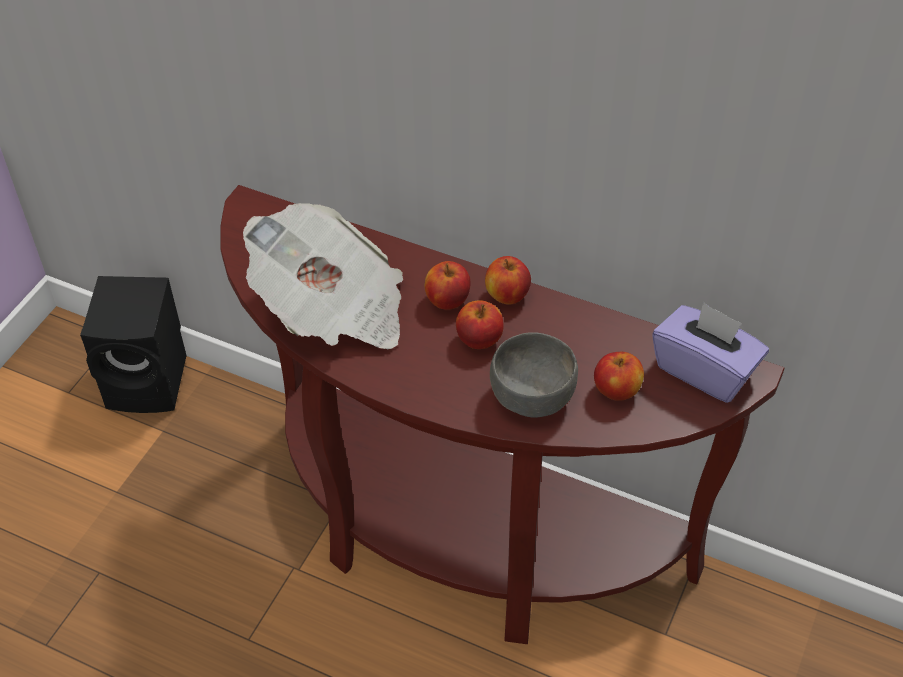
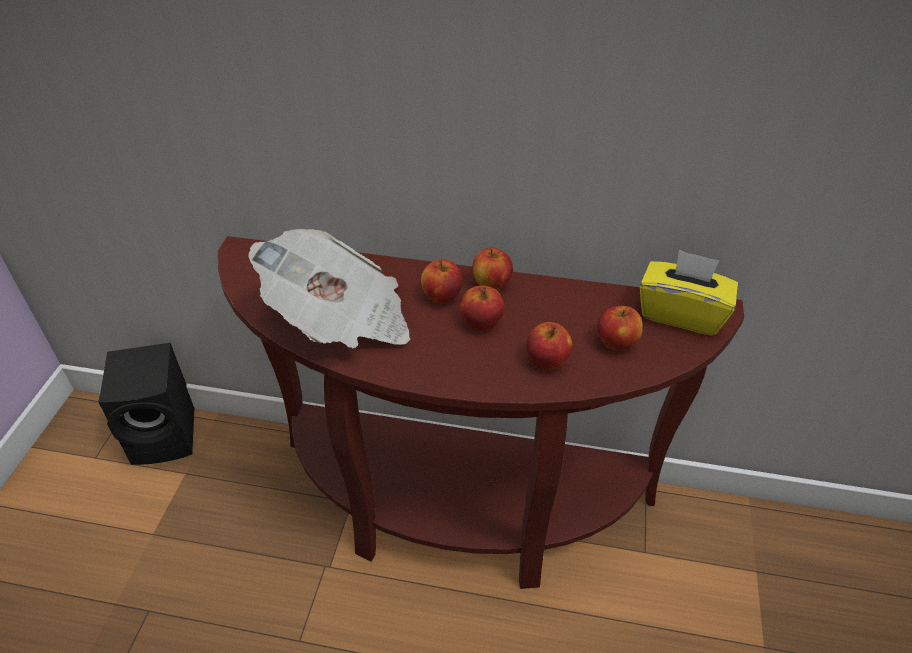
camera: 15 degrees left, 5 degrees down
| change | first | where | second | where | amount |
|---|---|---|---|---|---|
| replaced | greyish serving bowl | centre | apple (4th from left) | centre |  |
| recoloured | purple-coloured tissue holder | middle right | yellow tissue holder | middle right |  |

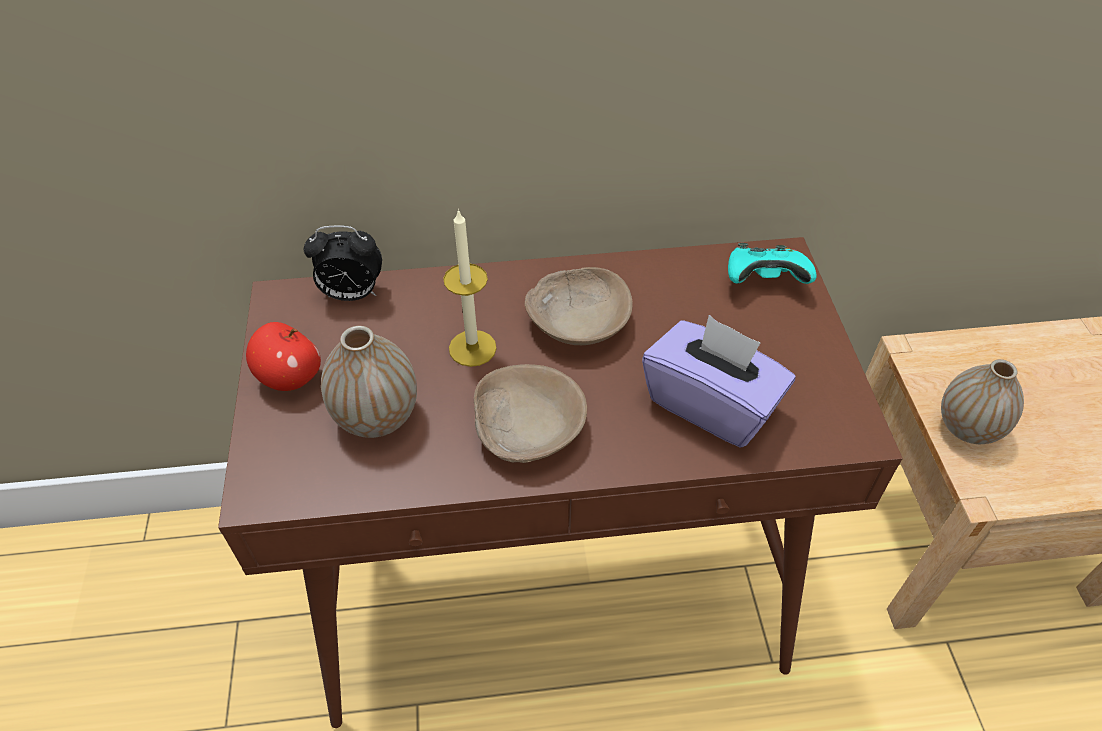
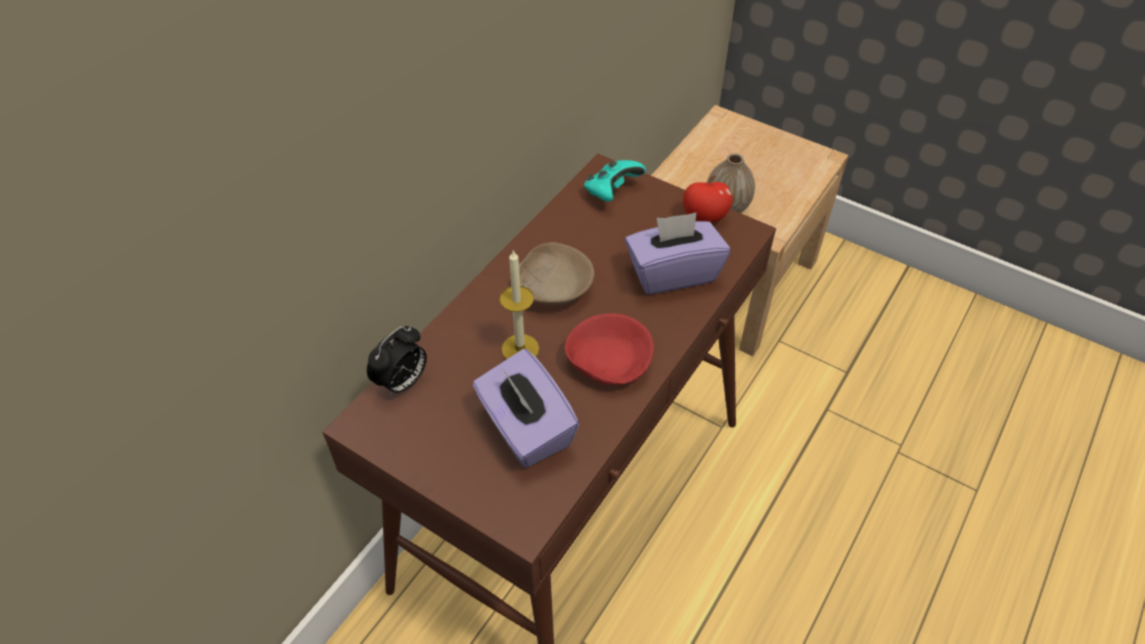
camera: 50 degrees left, 0 degrees up
| change | first | where | second | where | amount |
|---|---|---|---|---|---|
| moved | apple | middle left |  | top centre |  |
| replaced | flower vase (1st from left) | centre | purple-coloured tissue holder (1st from left) | centre |  |
| recoloured | beige-coloured serving bowl (1st from left) | centre | red serving bowl | centre |  |

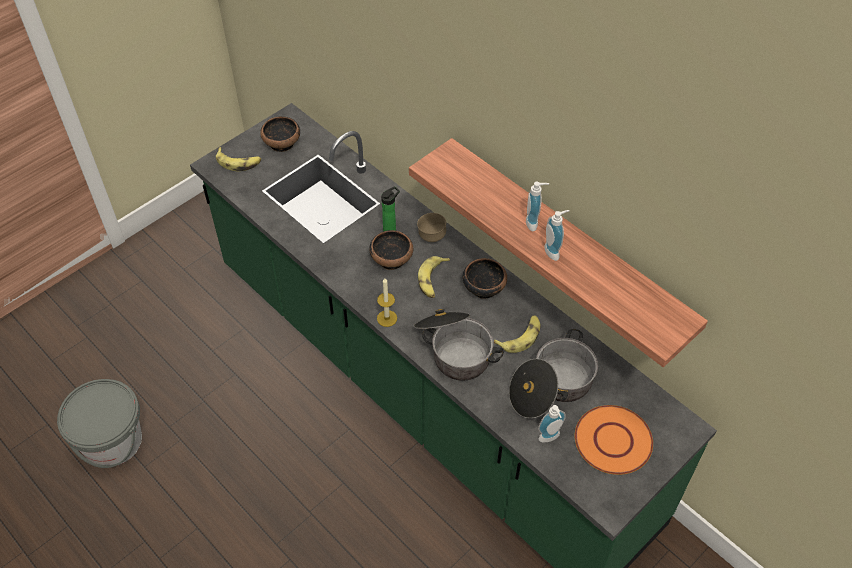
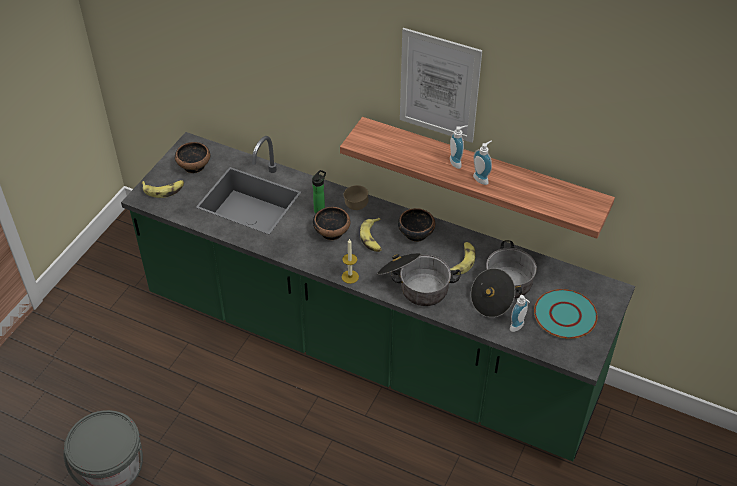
camera: 20 degrees left, 5 degrees down
| change | first | where | second | where | amount |
|---|---|---|---|---|---|
| added |  |  | wall picture | top centre |  |
| recoloured | orangey dinner plate | bottom right | turquoise dinner plate | middle right |  |

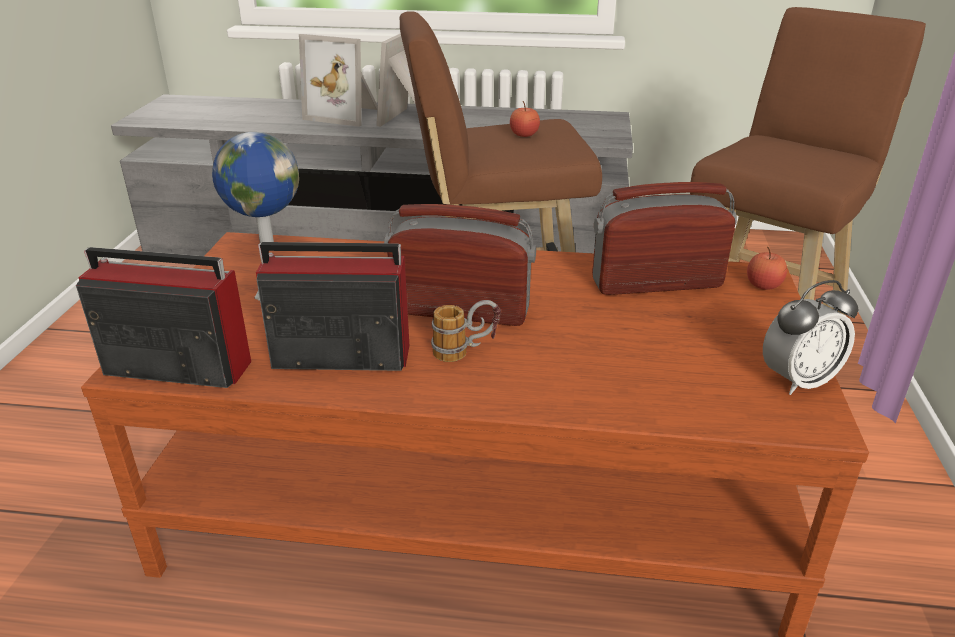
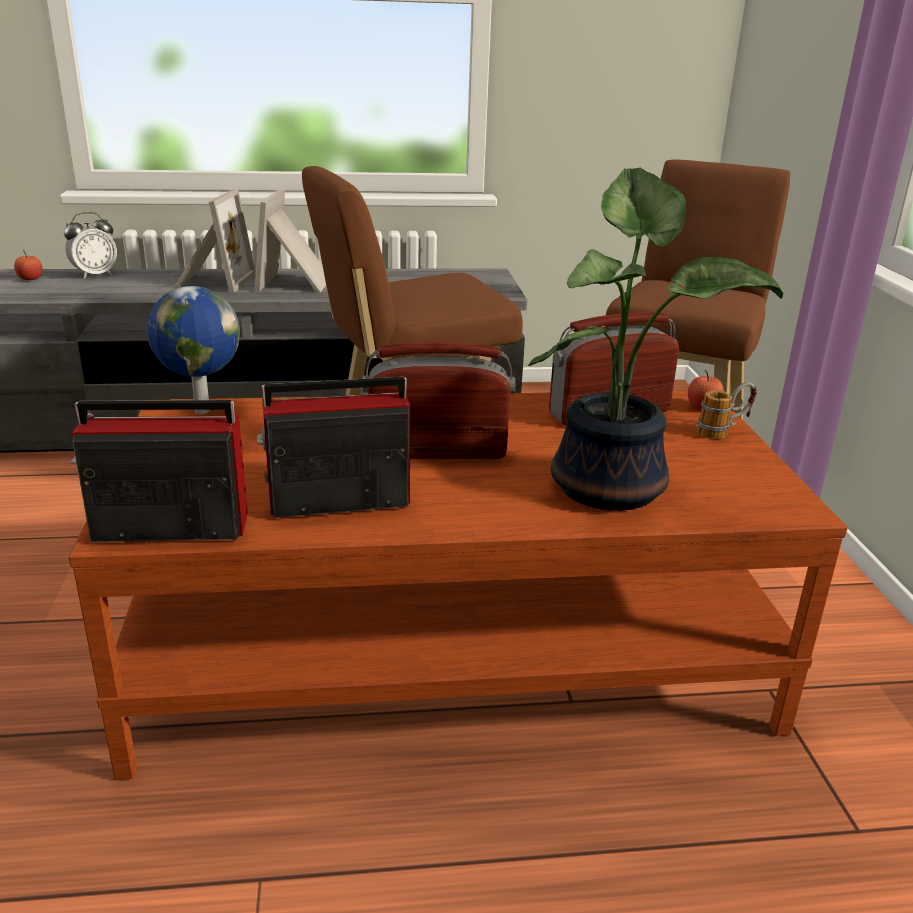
camera: 15 degrees left, 5 degrees down
| change | first | where | second | where | amount |
|---|---|---|---|---|---|
| added |  |  | plant in a pot | middle right |  |
| moved | tea mug | centre |  | middle right |  |
| moved | apple (1st from left) | top centre |  | top left |  |
| moved | alarm clock | middle right |  | top left |  |
| turned | photo frame (1st from left) | top centre |  | top left | 90 degrees counterclockwise |

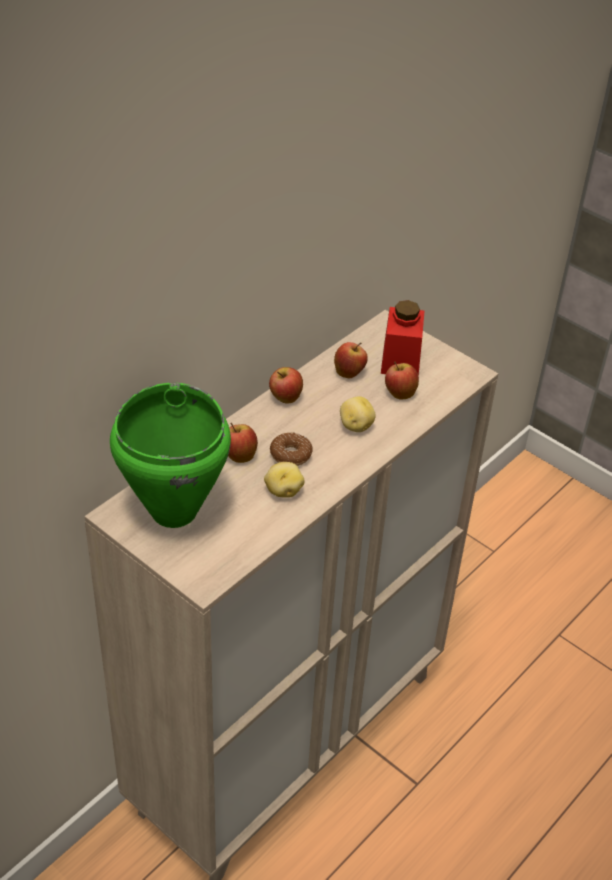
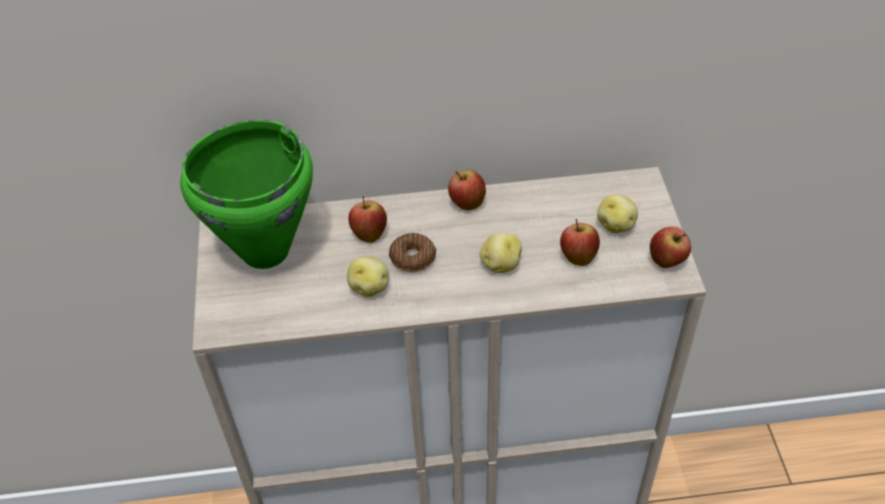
camera: 45 degrees right, 5 degrees up
| change | first | where | second | where | amount |
|---|---|---|---|---|---|
| moved | apple (3rd from left in the first image) | centre | apple (4th from left) | middle right |  |
| replaced | red jar | centre | spud (3rd from left) | middle right |  |

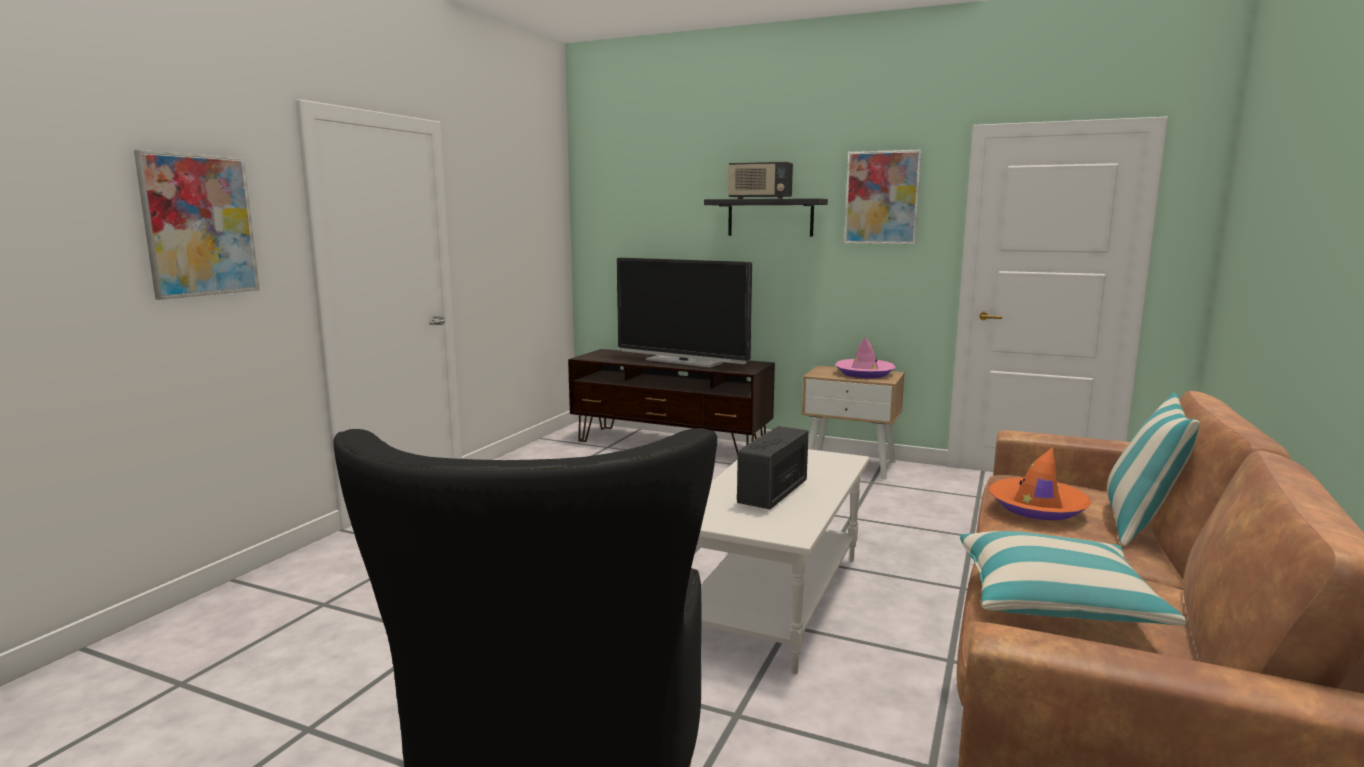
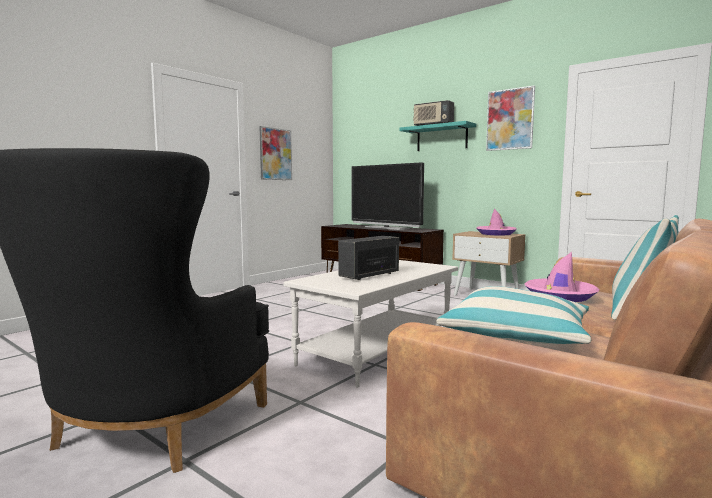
camera: 15 degrees right, 5 degrees down
| change | first | where | second | where | amount |
|---|---|---|---|---|---|
| moved | wall picture (1st from left) | top left |  | top centre |  |
| recoloured | blackish wall shelf | top centre | turquoise wall shelf | top centre |  |
| recoloured | orangey hat | middle right | pink-coloured hat (2nd from left) | middle right |  |

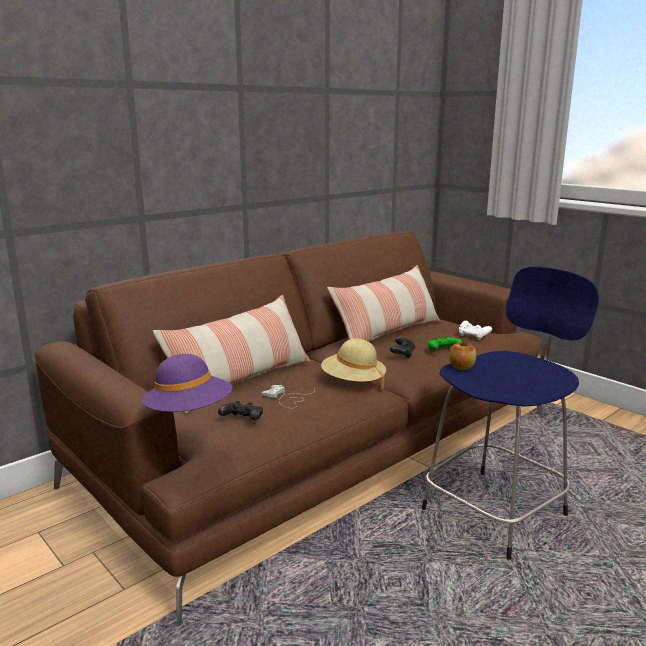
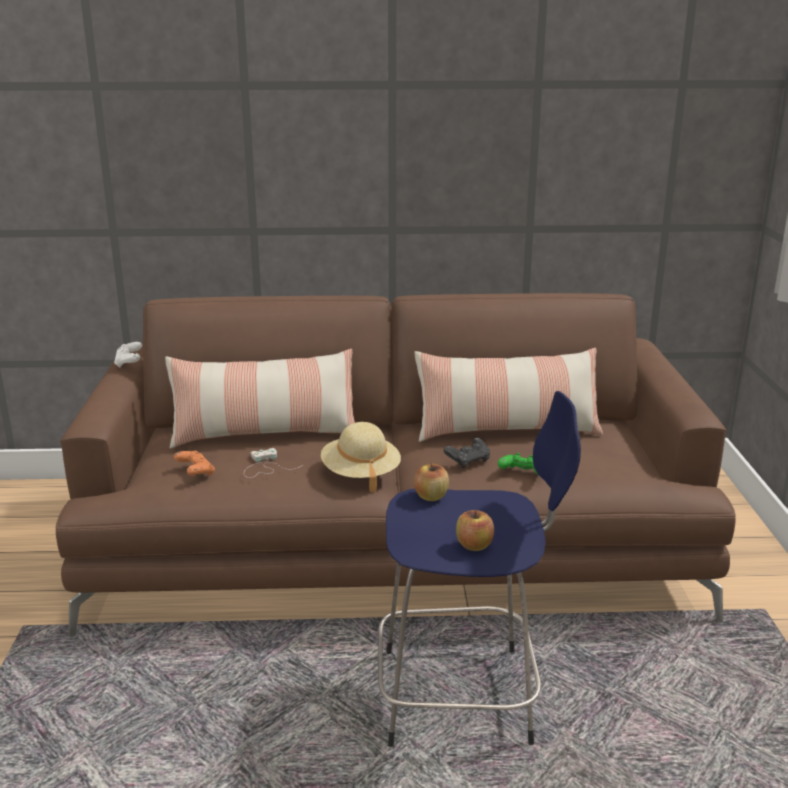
camera: 40 degrees right, 5 degrees up
| change | first | where | second | where | amount |
|---|---|---|---|---|---|
| removed | purple-coloured hat | middle left |  |  |  |
| added |  |  | apple (2nd from left) | bottom centre |  |
| moved | white game controller (2nd from left in the first image) | middle right | white game controller (1st from left) | middle left |  |
| recoloured | blackish game controller (1st from left) | centre | orangey game controller | middle left |  |

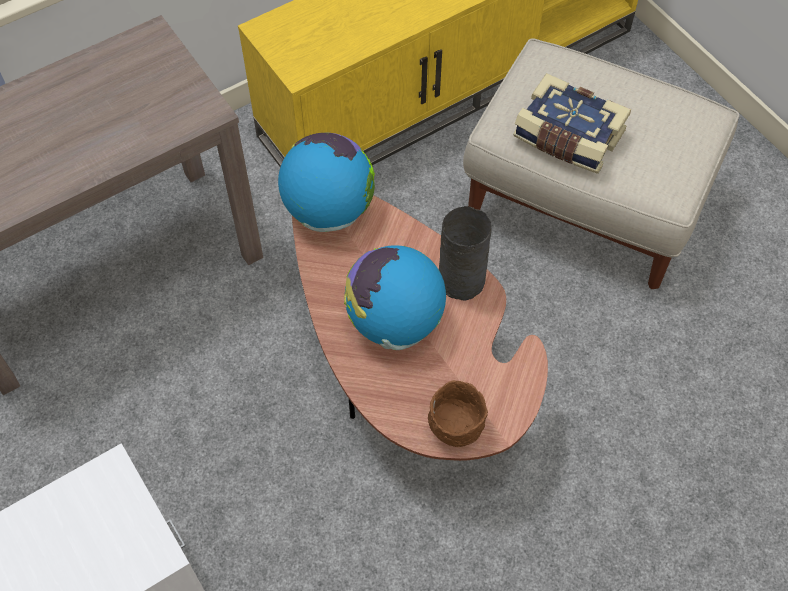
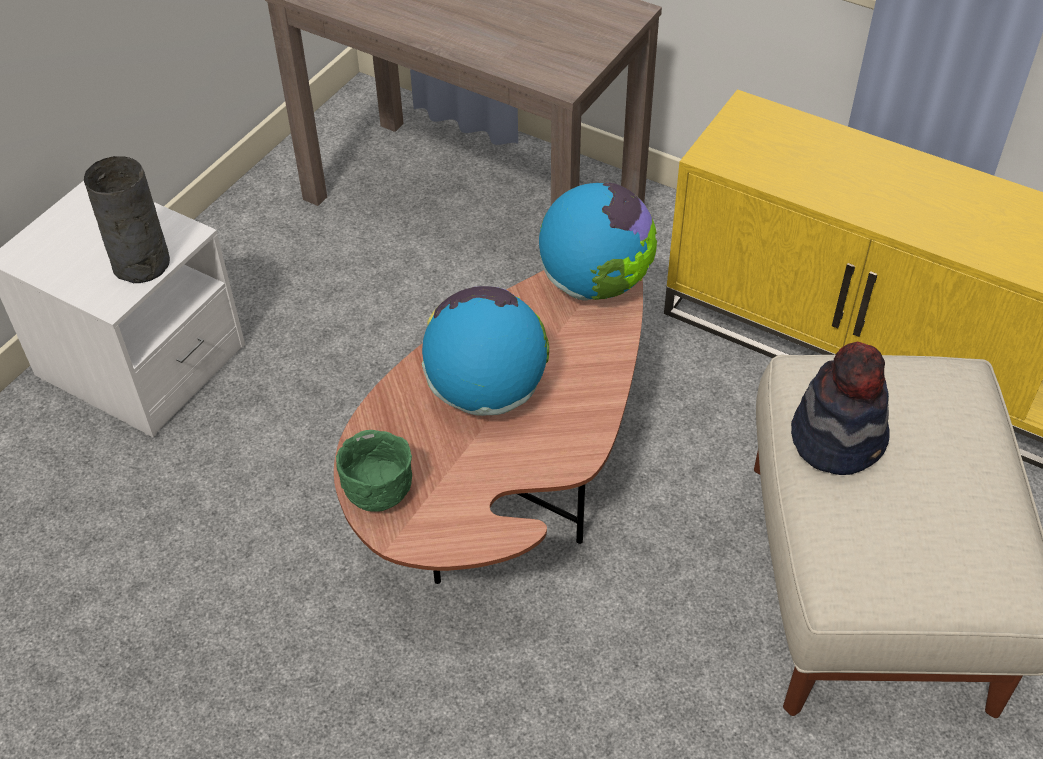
camera: 65 degrees right, 10 degrees down
| change | first | where | second | where | amount |
|---|---|---|---|---|---|
| moved | greyish flower vase | centre |  | top left |  |
| replaced | book | top right | hat | middle right |  |
| recoloured | brown-coloured serving bowl | bottom centre | greenish serving bowl | centre |  |

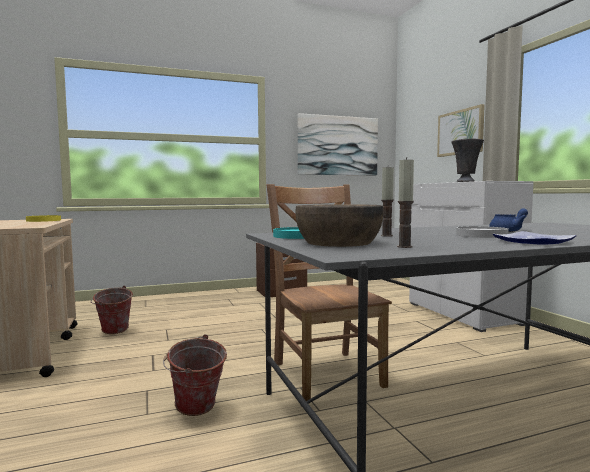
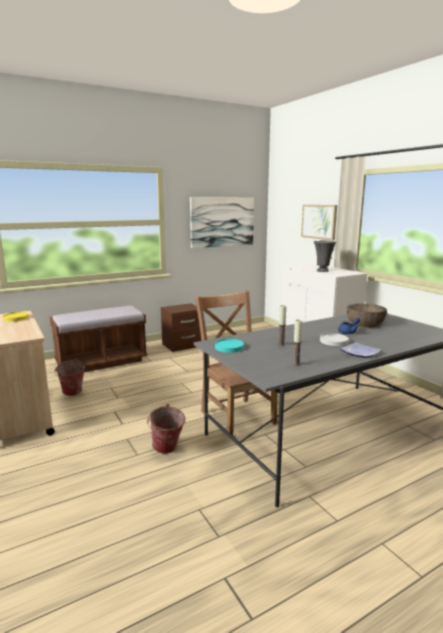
camera: 10 degrees left, 10 degrees up
| change | first | where | second | where | amount |
|---|---|---|---|---|---|
| added |  |  | brown-coloured indoor bench | middle left |  |
| moved | brown-coloured serving bowl | centre |  | middle right |  |

